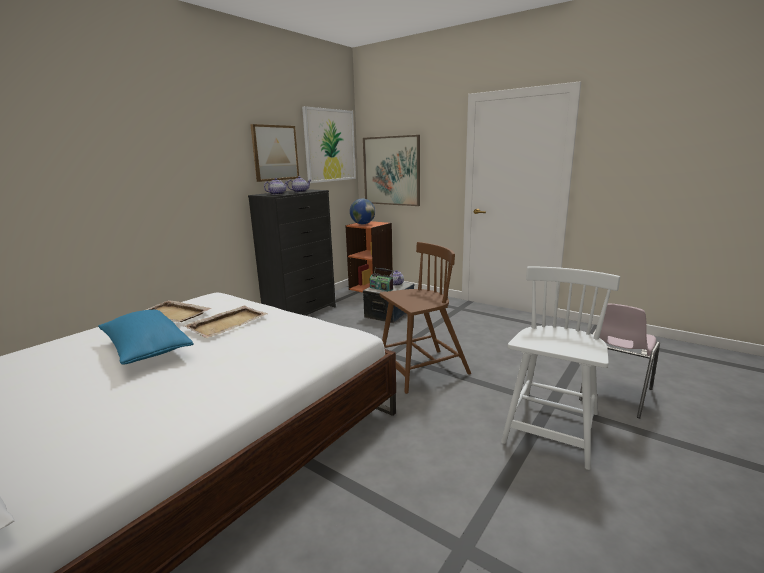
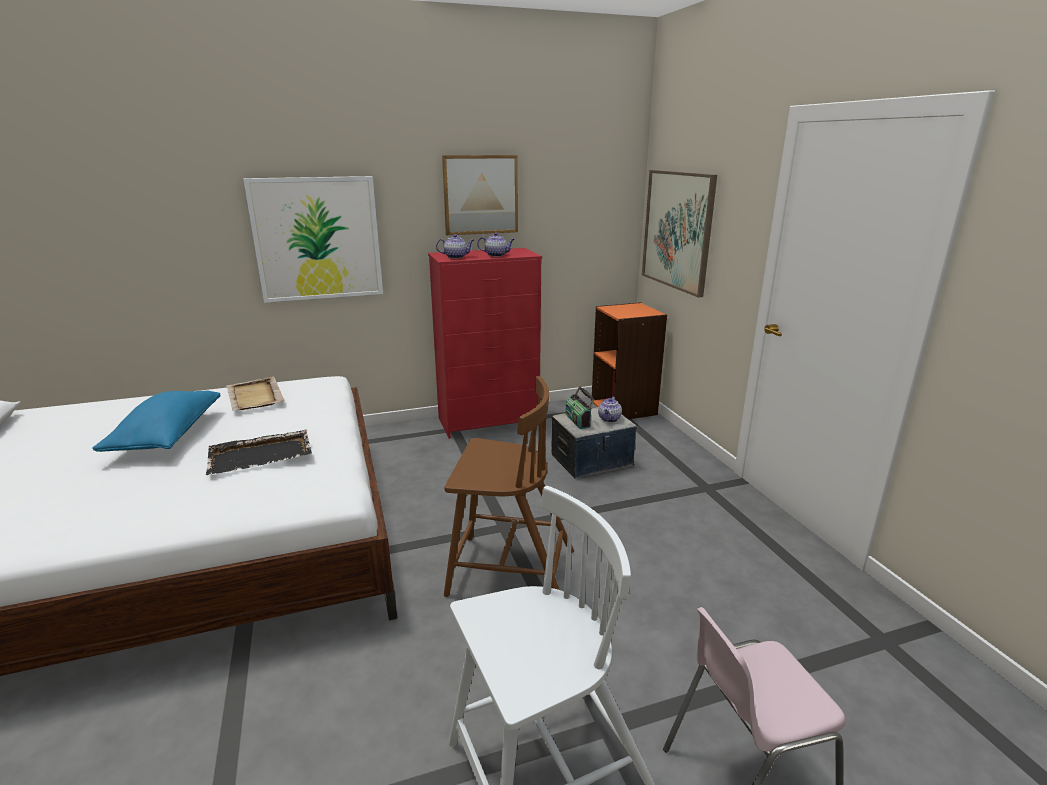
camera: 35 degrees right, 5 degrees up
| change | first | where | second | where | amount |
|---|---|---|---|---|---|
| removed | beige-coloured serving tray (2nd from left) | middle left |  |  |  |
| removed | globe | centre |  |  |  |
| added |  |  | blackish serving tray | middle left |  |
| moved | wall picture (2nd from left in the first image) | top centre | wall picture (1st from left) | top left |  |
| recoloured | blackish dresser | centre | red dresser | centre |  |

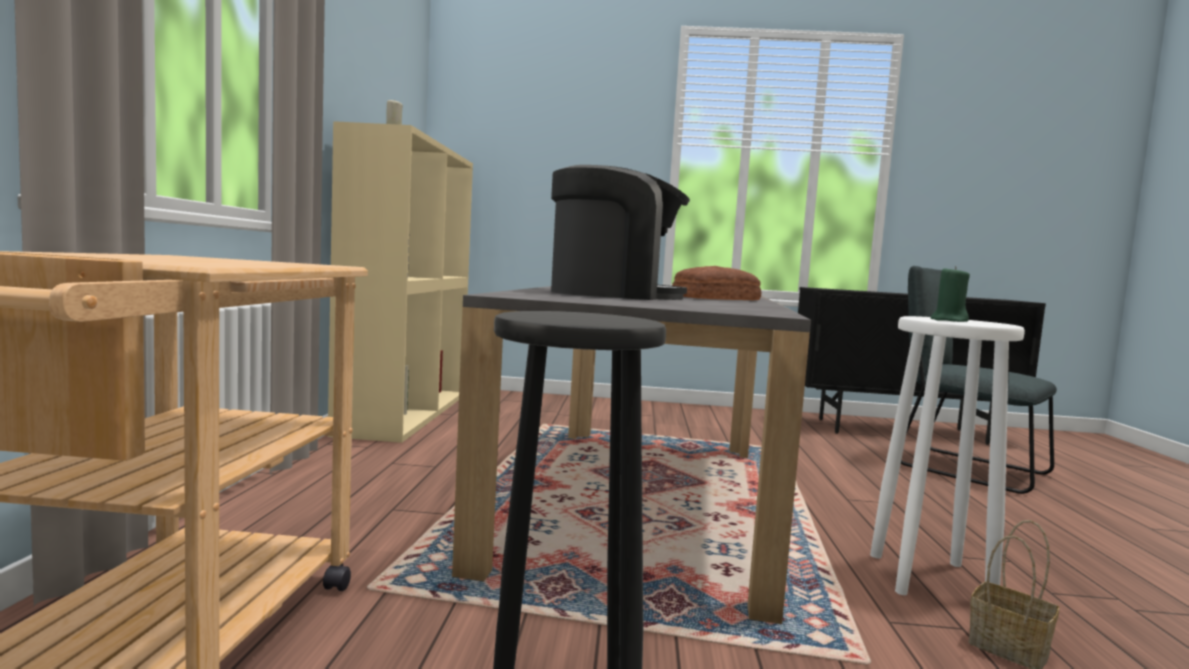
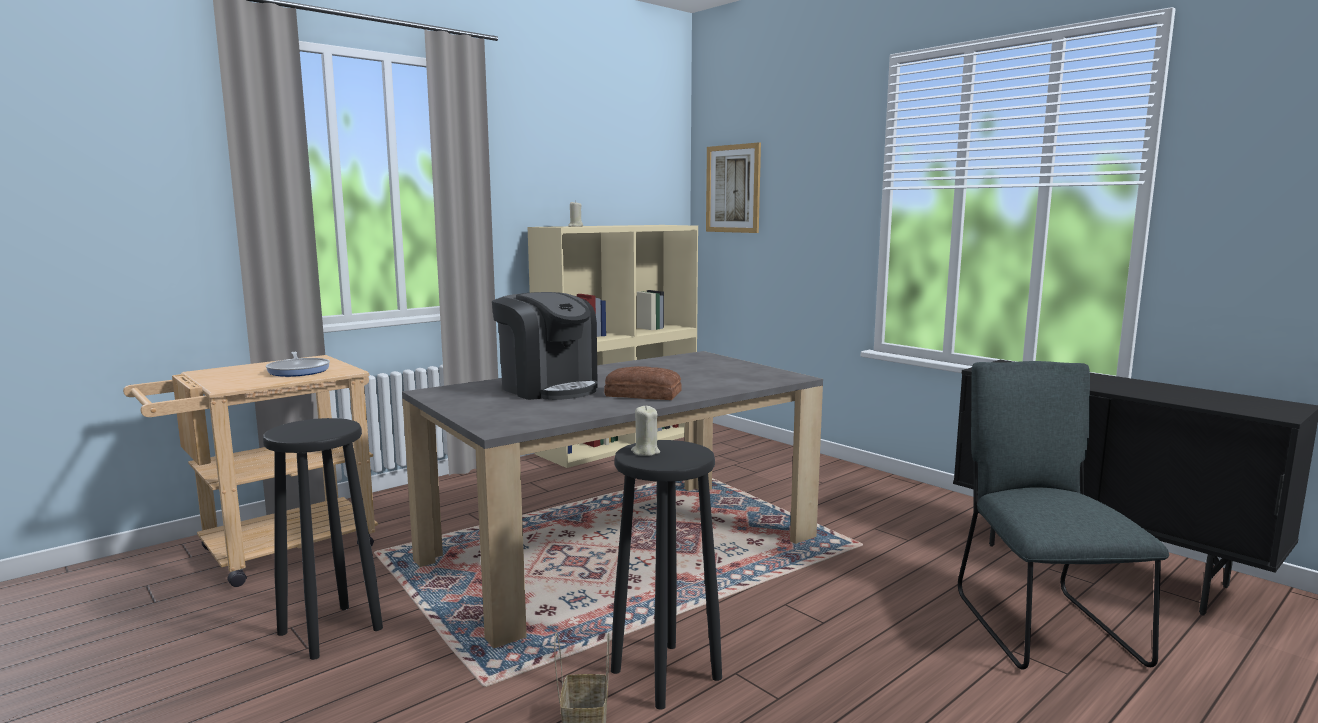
camera: 45 degrees right, 5 degrees up
| change | first | where | second | where | amount |
|---|---|---|---|---|---|
| added |  |  | pan | middle left |  |
| added |  |  | wall picture | top centre |  |
| recoloured | white sitting stool | bottom right | blackish sitting stool (2nd from left) | bottom centre |  |
| recoloured | greenish candle | middle right | beige-coloured candle (2nd from left) | centre |  |

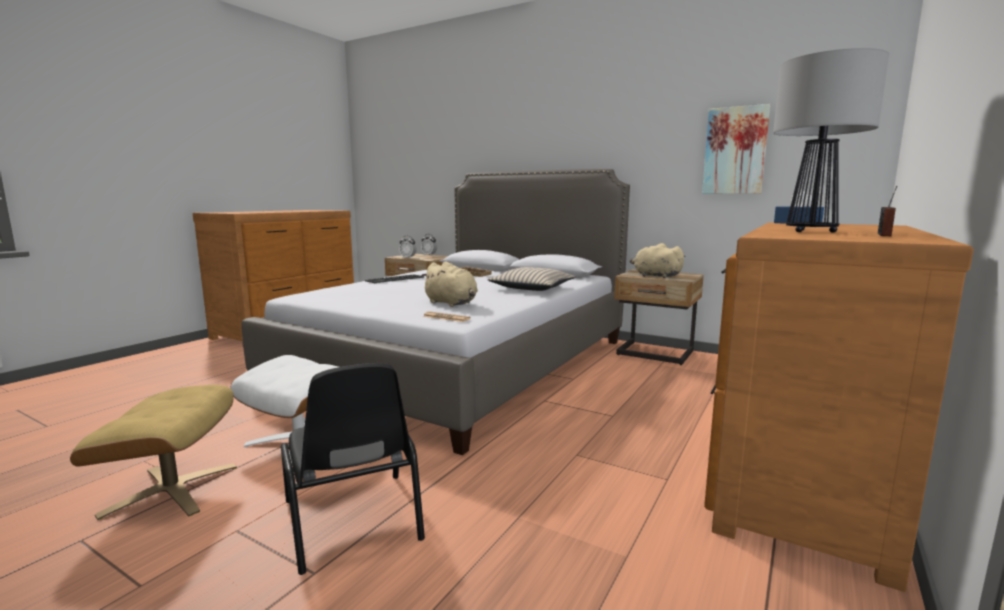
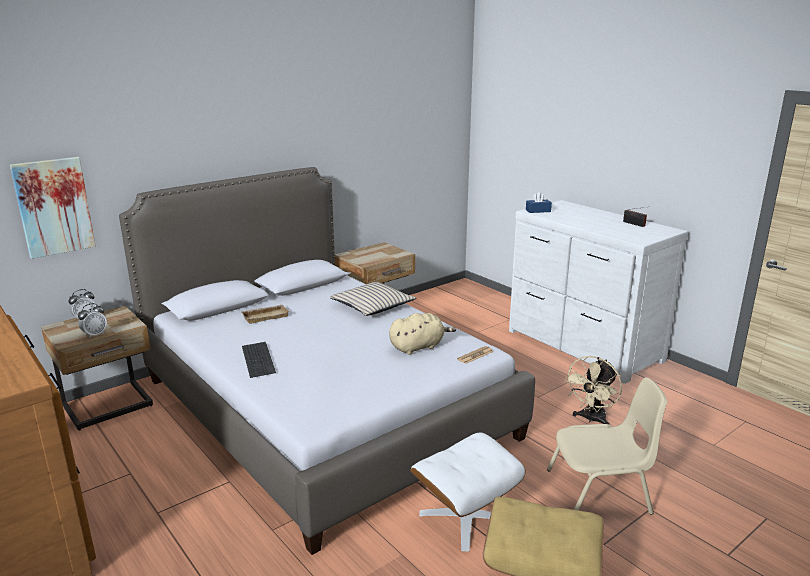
camera: 70 degrees left, 10 degrees up
| change | first | where | second | where | amount |
|---|---|---|---|---|---|
| removed | beige-coloured cuddly toy (2nd from left) | centre |  |  |  |
| removed | table lamp | top right |  |  |  |
| added |  |  | beige-coloured electric fan | bottom right |  |
| moved | wall picture | top right |  | middle left |  |
| recoloured | blackish plain chair | bottom centre | beige-coloured plain chair | bottom right |  |
| recoloured | brown-coloured dresser (2nd from left) | bottom right | white dresser | middle right |  |

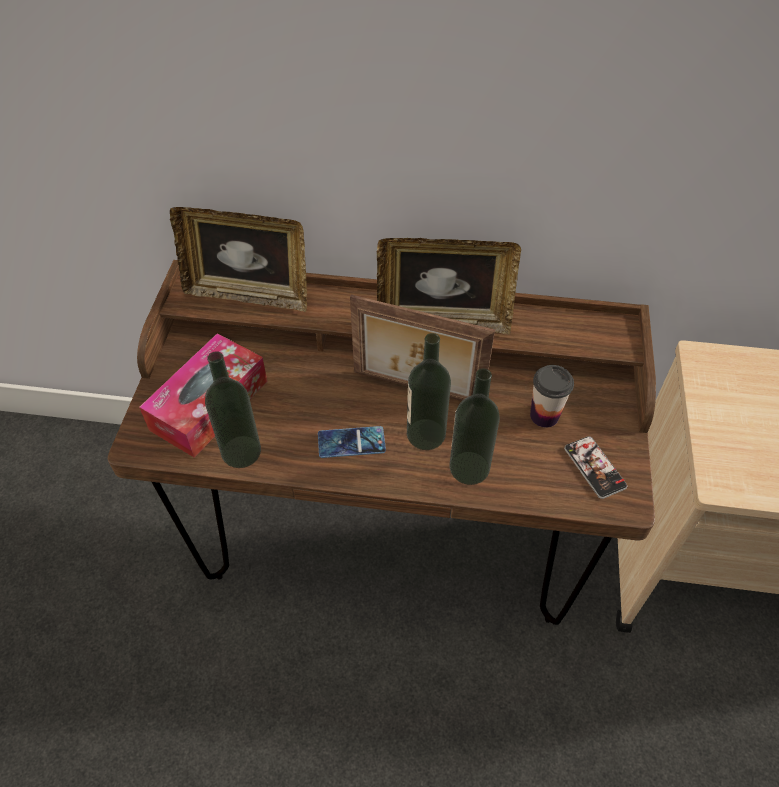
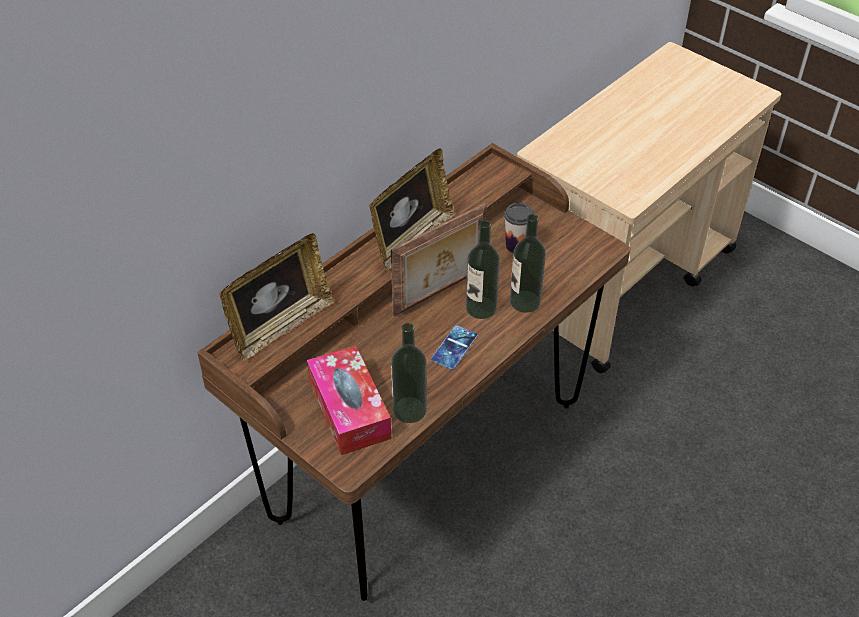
camera: 55 degrees left, 5 degrees down
| change | first | where | second | where | amount |
|---|---|---|---|---|---|
| removed | telephone (2nd from left) | middle right |  |  |  |

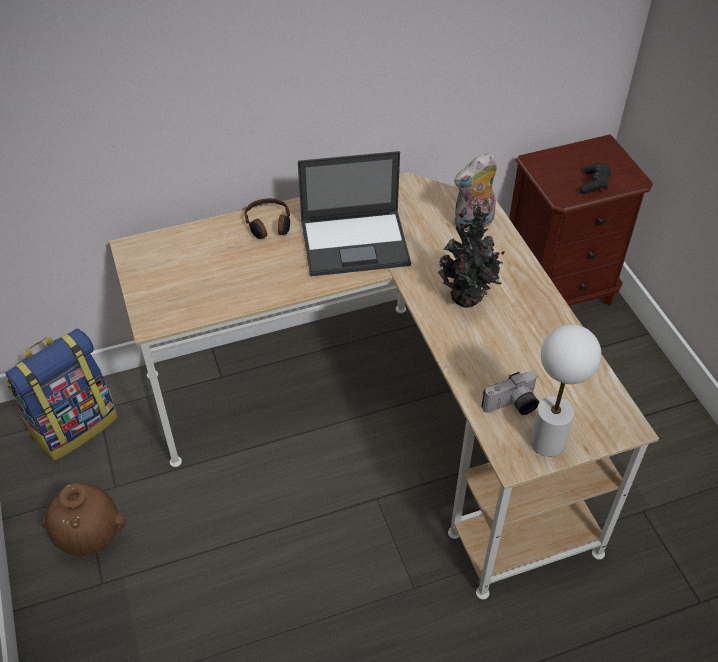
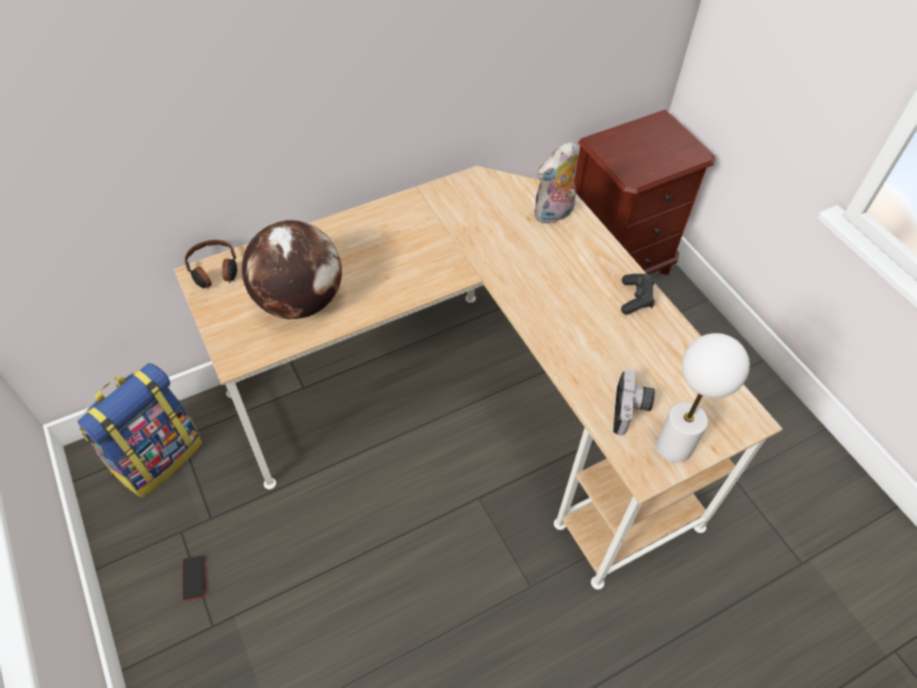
camera: 10 degrees left, 5 degrees up
| change | first | where | second | where | amount |
|---|---|---|---|---|---|
| removed | laptop | top centre |  |  |  |
| removed | plant in a pot | centre |  |  |  |
| added |  |  | globe | middle left |  |
| moved | pair of headphones | top centre |  | middle left |  |
| moved | blackish game controller | top right |  | middle right |  |
| replaced | brown-coloured flower vase | bottom left | telephone | bottom left |  |
| turned | photo camera | middle right |  | middle right | 45 degrees counterclockwise |

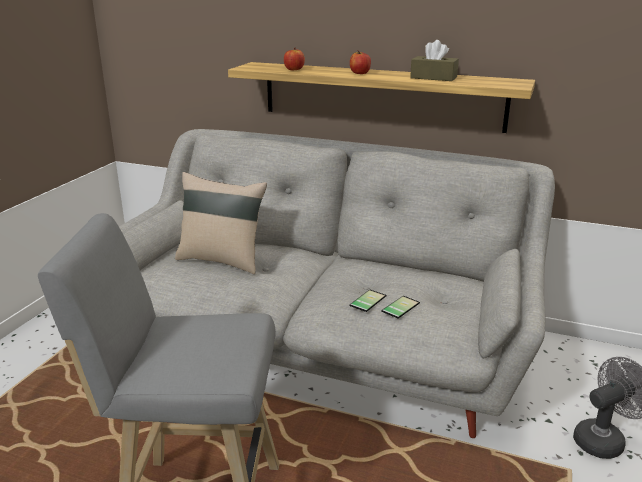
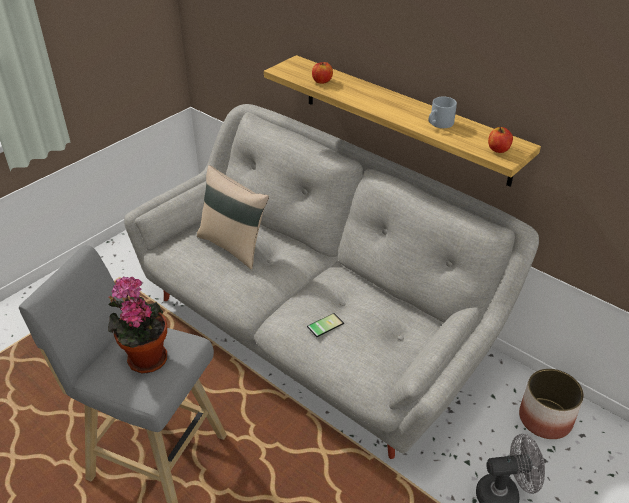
camera: 20 degrees right, 15 degrees up
| change | first | where | second | where | amount |
|---|---|---|---|---|---|
| removed | telephone (2nd from left) | centre |  |  |  |
| added |  |  | plant in a pot | middle left |  |
| added |  |  | planter | bottom right |  |
| moved | apple (2nd from left) | top centre |  | top right |  |
| replaced | brown-coloured tissue holder | top right | greyish tea mug | top right |  |

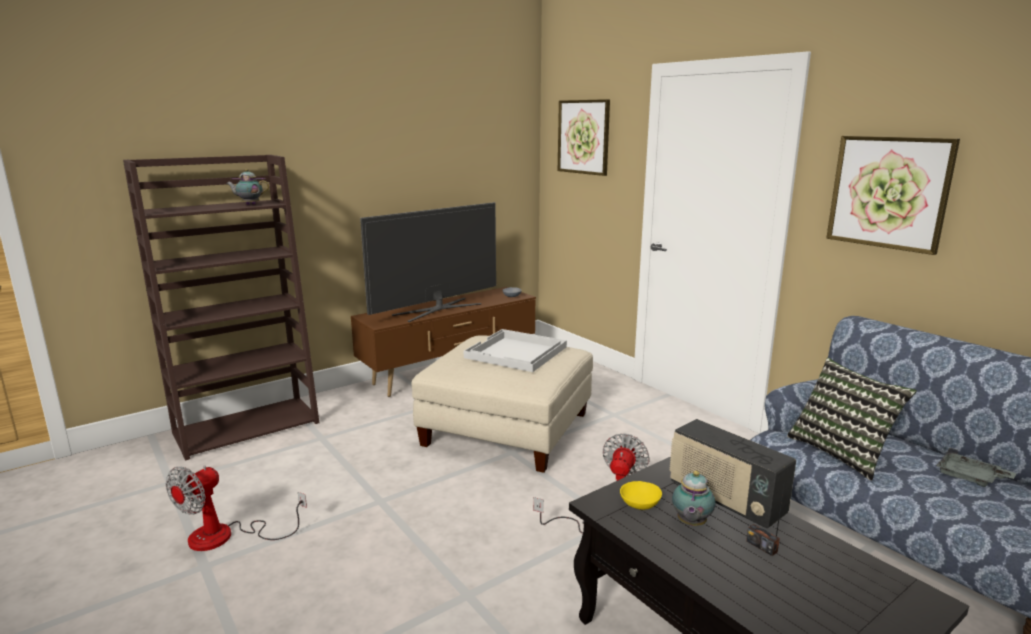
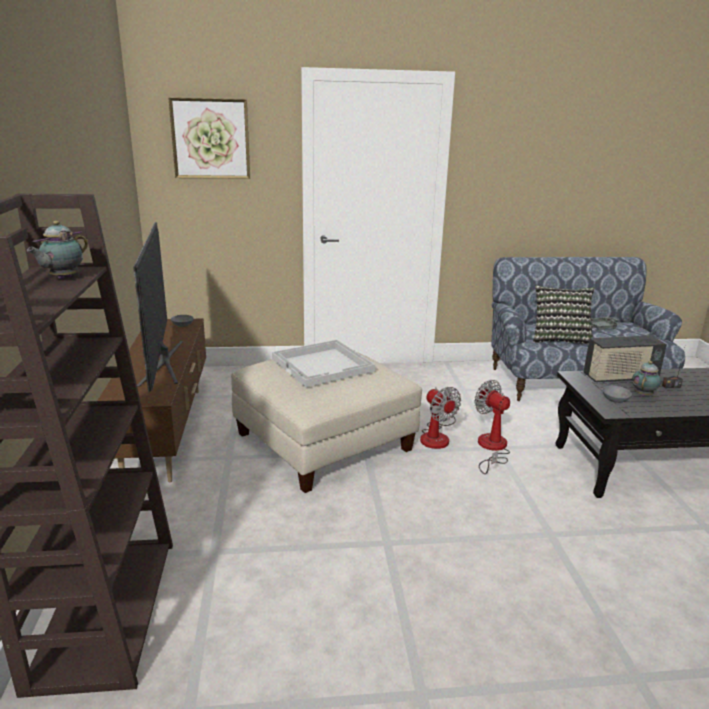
camera: 60 degrees left, 5 degrees up
| change | first | where | second | where | amount |
|---|---|---|---|---|---|
| removed | wall picture (2nd from left) | top right |  |  |  |
| moved | electric fan (1st from left) | bottom left |  | centre |  |
| recoloured | yellow serving bowl | bottom centre | greyish serving bowl (2nd from left) | middle right |  |
| turned | teapot (2nd from left) | bottom right |  | middle right | 105 degrees counterclockwise |

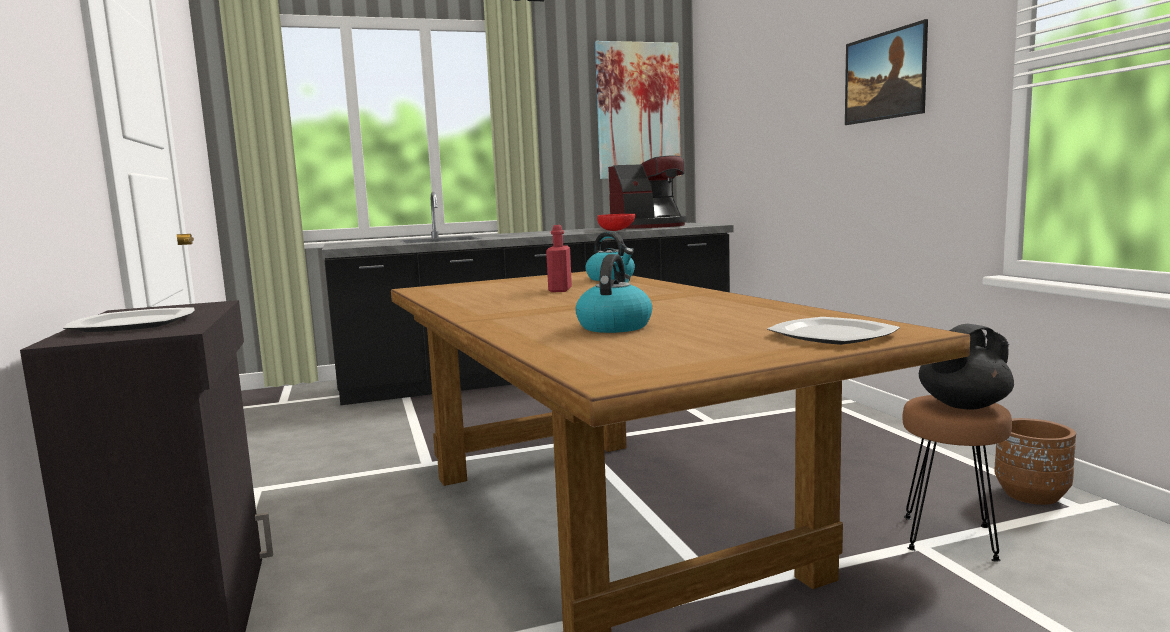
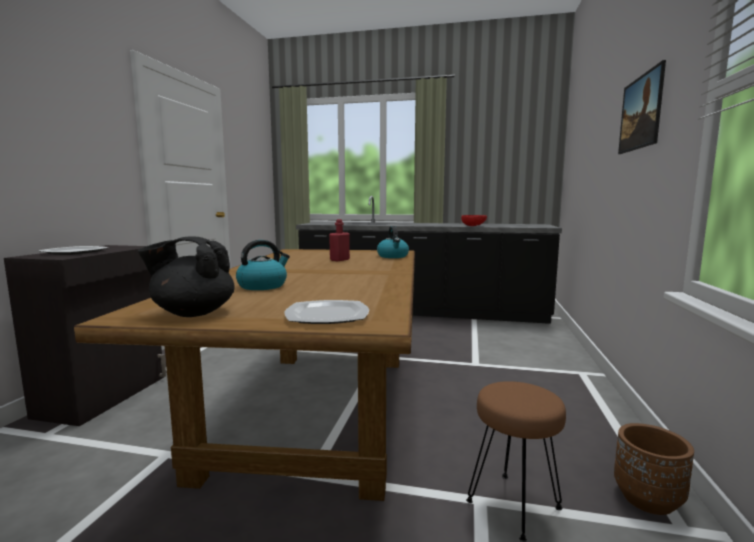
camera: 30 degrees right, 0 degrees up
| change | first | where | second | where | amount |
|---|---|---|---|---|---|
| removed | wall picture (1st from left) | top centre |  |  |  |
| removed | coffee maker | top centre |  |  |  |
| moved | blackish teapot | middle right |  | middle left |  |

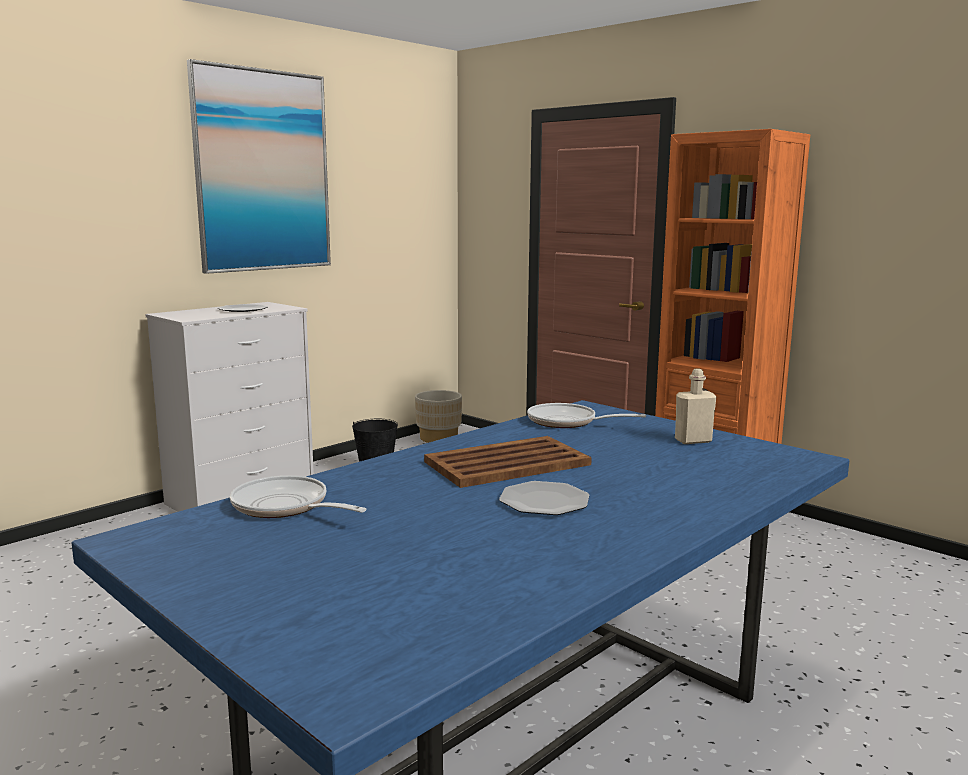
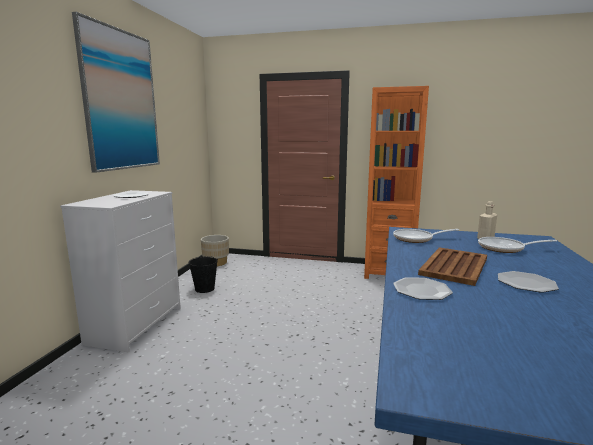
camera: 30 degrees left, 0 degrees up
| change | first | where | second | where | amount |
|---|---|---|---|---|---|
| added |  |  | dinner plate (2nd from left) | middle right |  |
| moved | pan (1st from left in the first image) | middle left | pan (2nd from left) | middle right |  |

